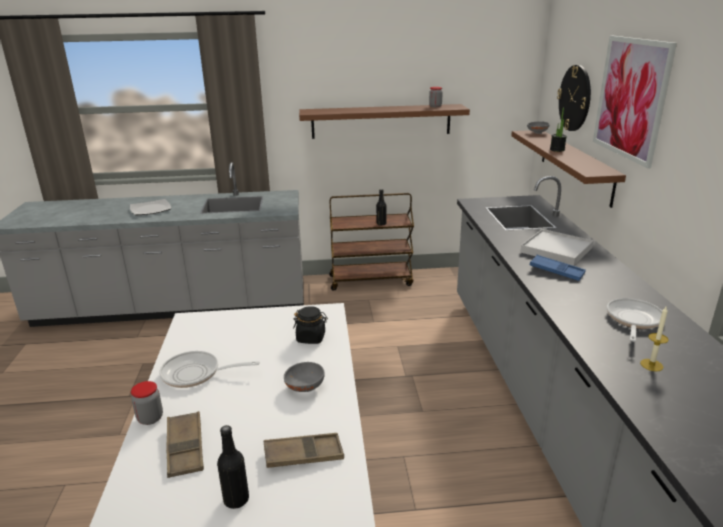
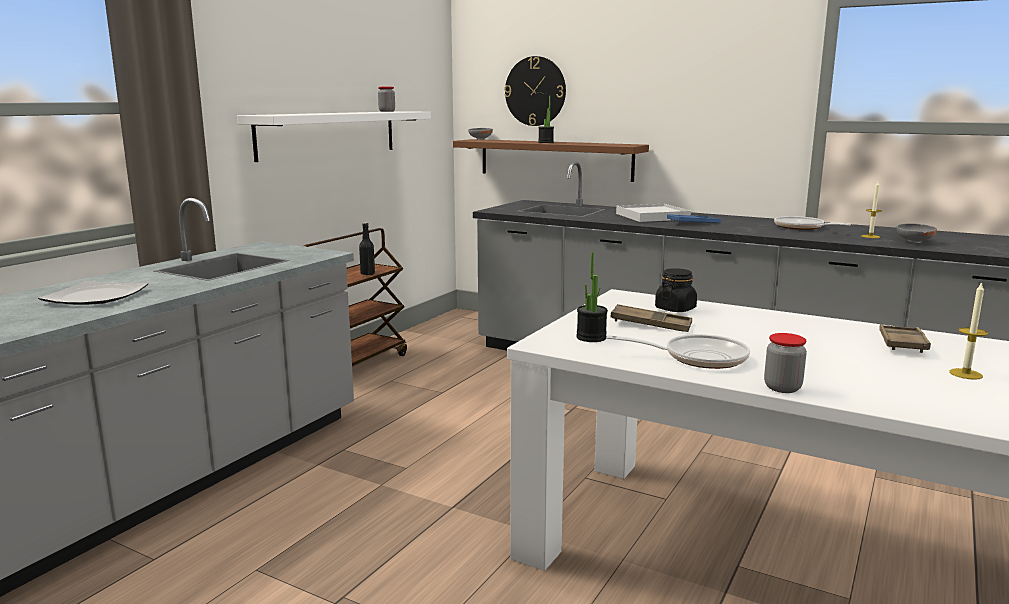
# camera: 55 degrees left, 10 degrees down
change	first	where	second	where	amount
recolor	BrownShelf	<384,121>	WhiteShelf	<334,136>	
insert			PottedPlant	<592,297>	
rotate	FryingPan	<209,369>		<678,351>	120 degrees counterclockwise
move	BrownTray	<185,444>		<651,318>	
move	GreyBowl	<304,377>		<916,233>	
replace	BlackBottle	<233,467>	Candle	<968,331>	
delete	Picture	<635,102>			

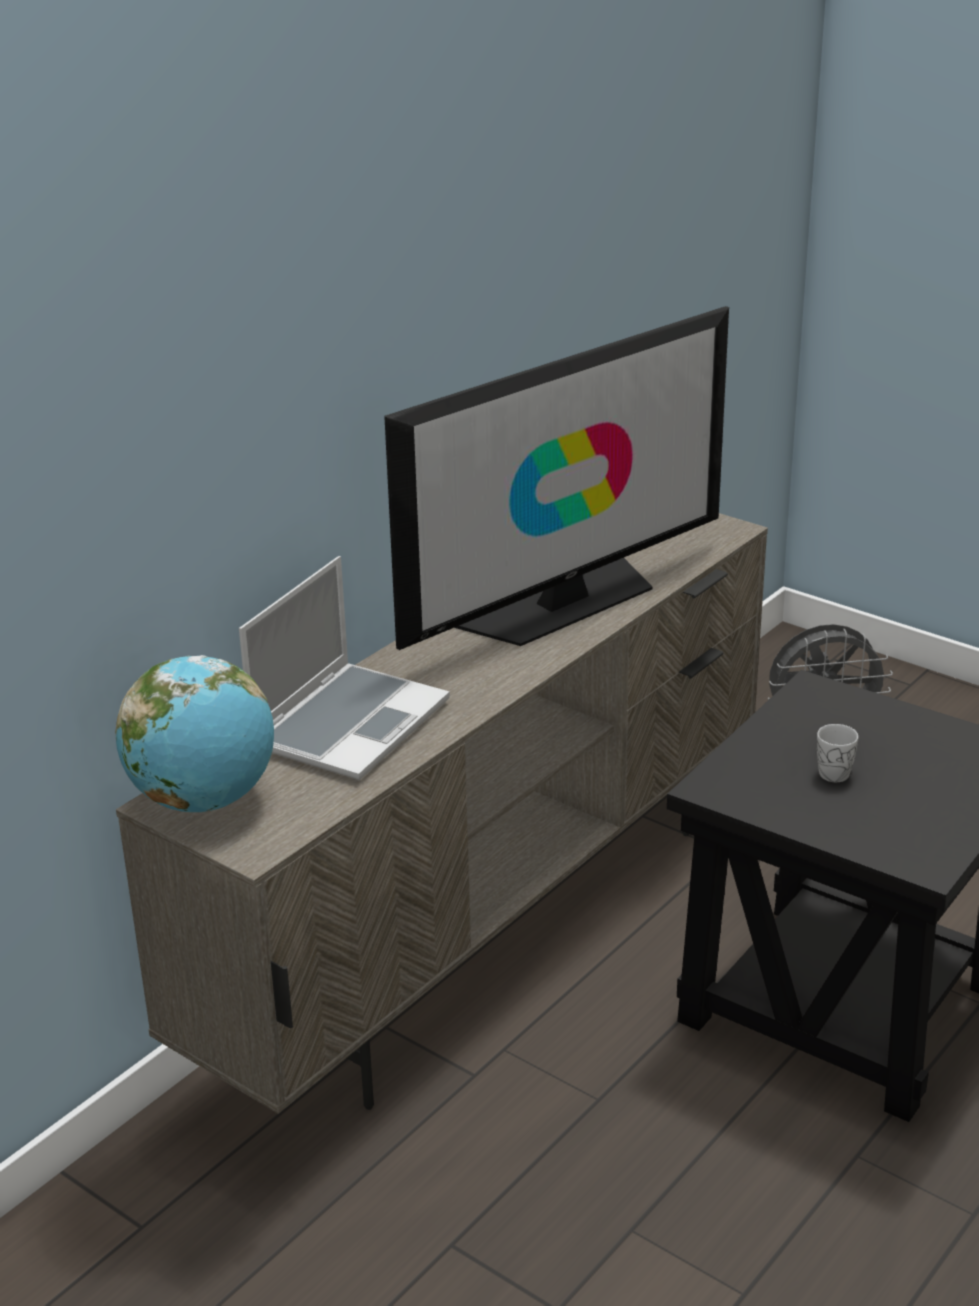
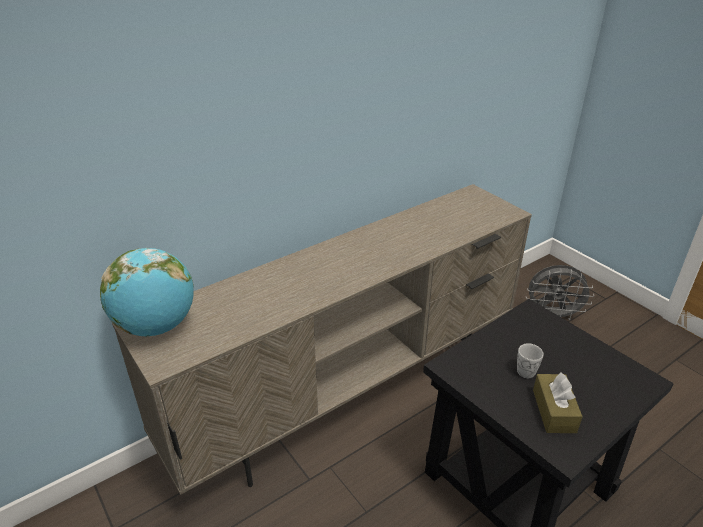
# camera: 15 degrees right, 5 degrees up
change	first	where	second	where	amount
insert			BrownTissueBox	<558,402>	
delete	Laptop	<344,668>			
delete	Television	<556,478>			

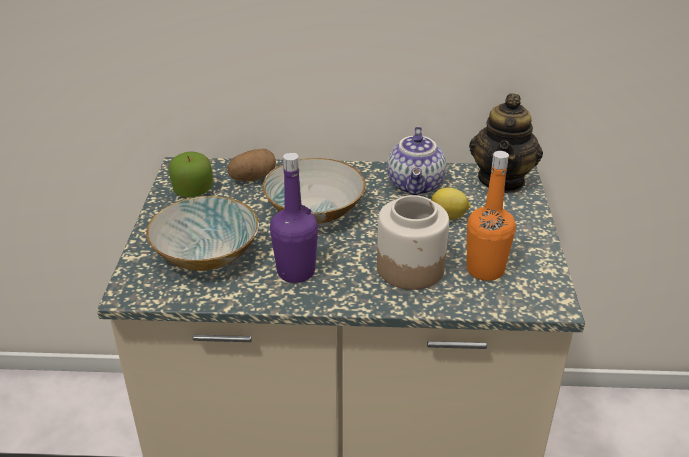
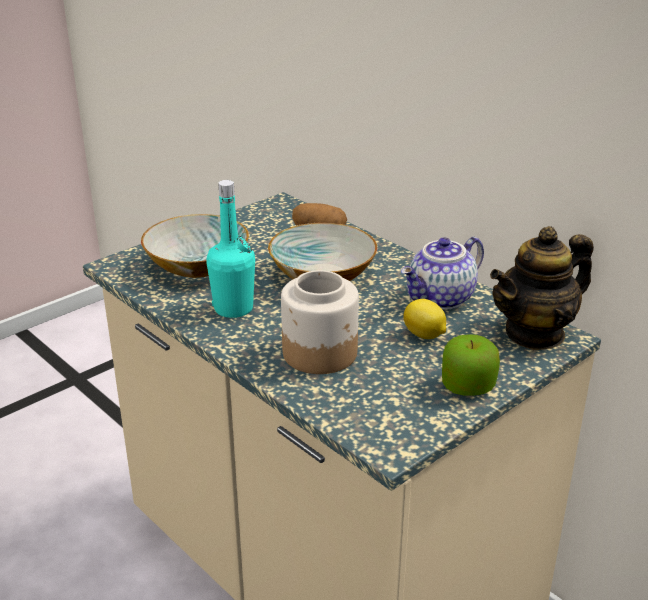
# camera: 45 degrees right, 5 degrees down
change	first	where	second	where	amount
recolor	PurpleBottle	<294,217>	TurquoiseBottle	<230,249>	
move	Apple	<191,174>		<471,365>	
delete	OrangeBottle	<491,216>			

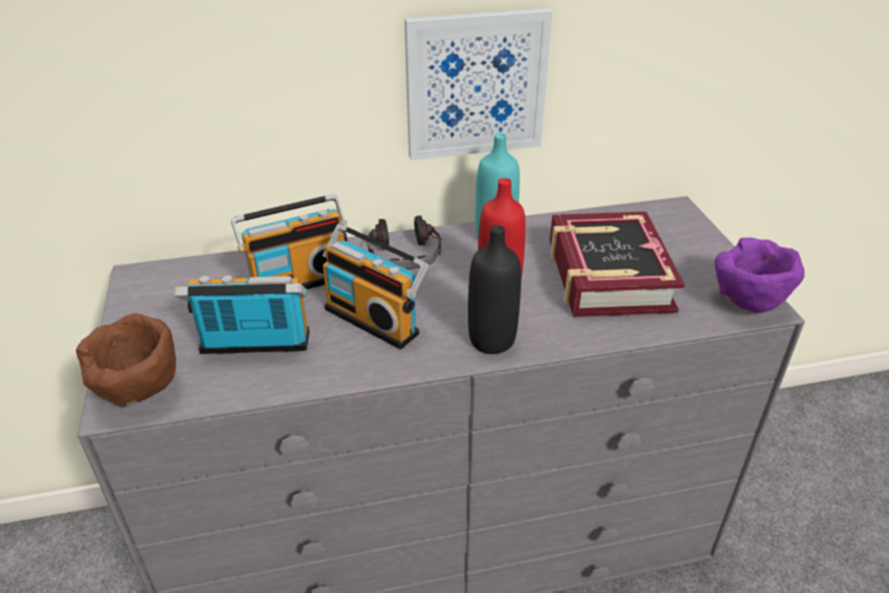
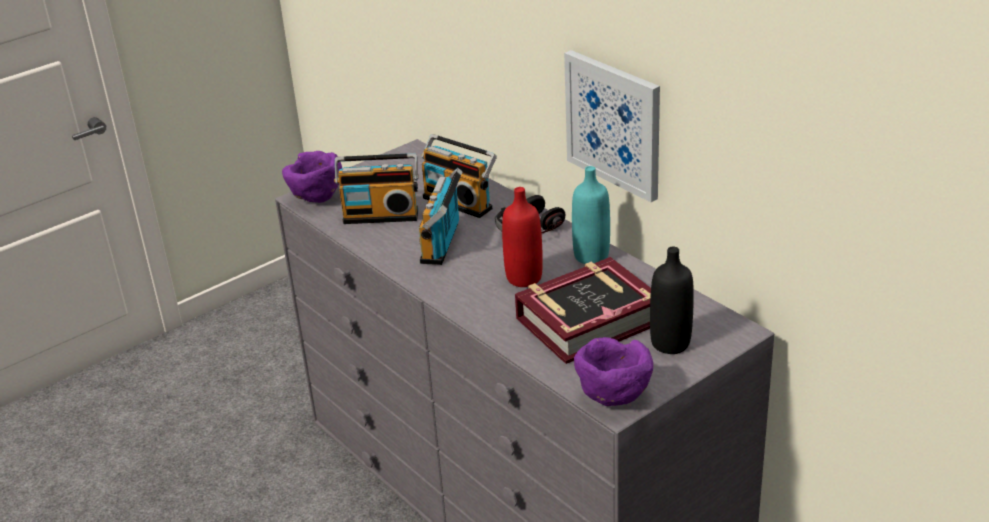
# camera: 65 degrees right, 5 degrees down
change	first	where	second	where	amount
recolor	BrownBowl	<126,360>	PurpleBowl	<312,177>	
rotate	Radio	<241,315>		<376,188>	120 degrees clockwise
move	BlackBottle	<494,289>		<672,300>	

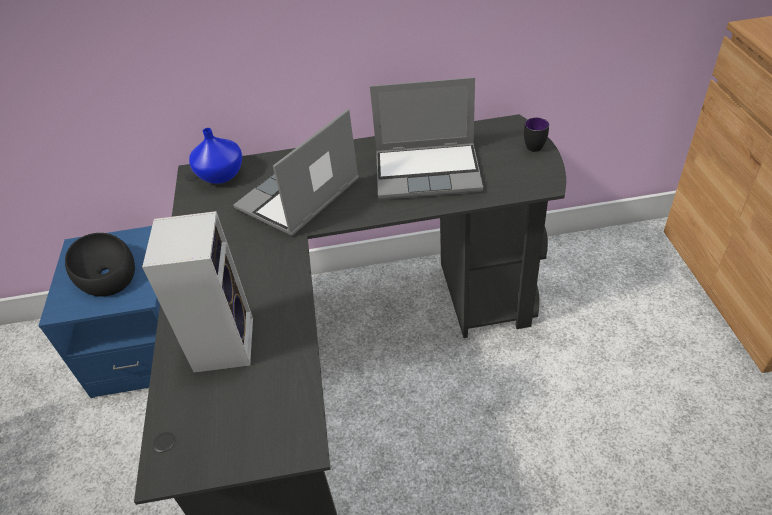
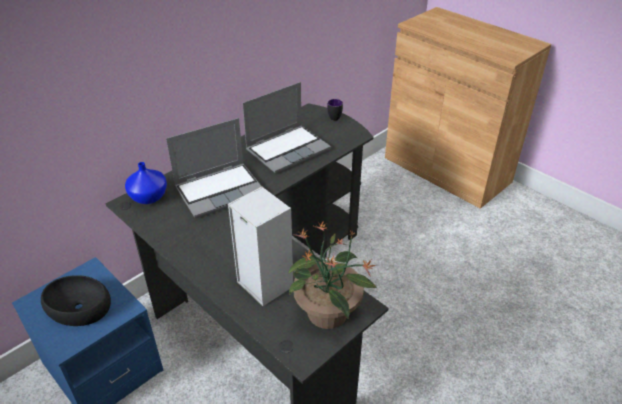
# camera: 40 degrees left, 5 degrees down
change	first	where	second	where	amount
rotate	Laptop	<296,172>		<214,168>	120 degrees counterclockwise
insert			PottedPlant	<332,275>	

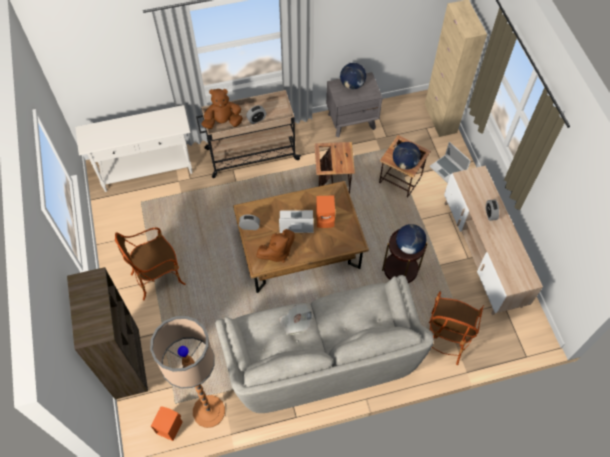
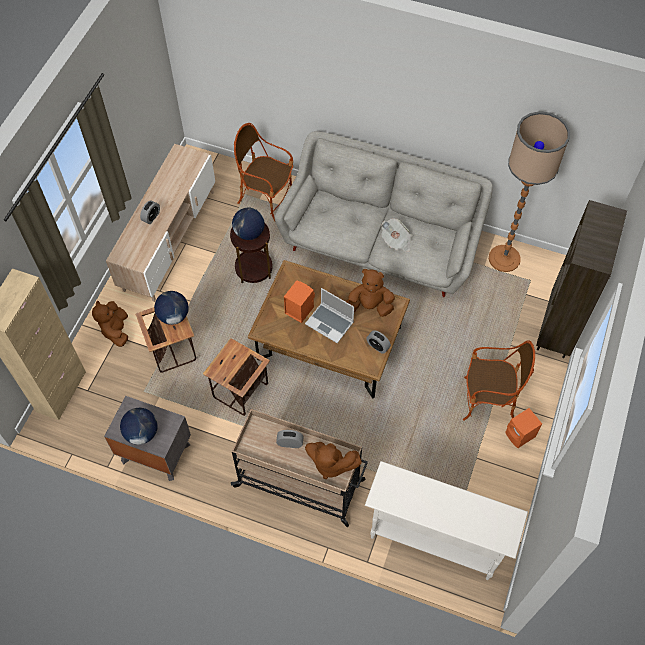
# camera: 145 degrees left, 0 degrees up
change	first	where	second	where	amount
replace	Laptop	<450,162>	BrownPlushToy	<110,324>	
rotate	Armchair	<456,328>		<263,172>	120 degrees counterclockwise
move	OrangeSpeaker	<167,424>		<523,428>	

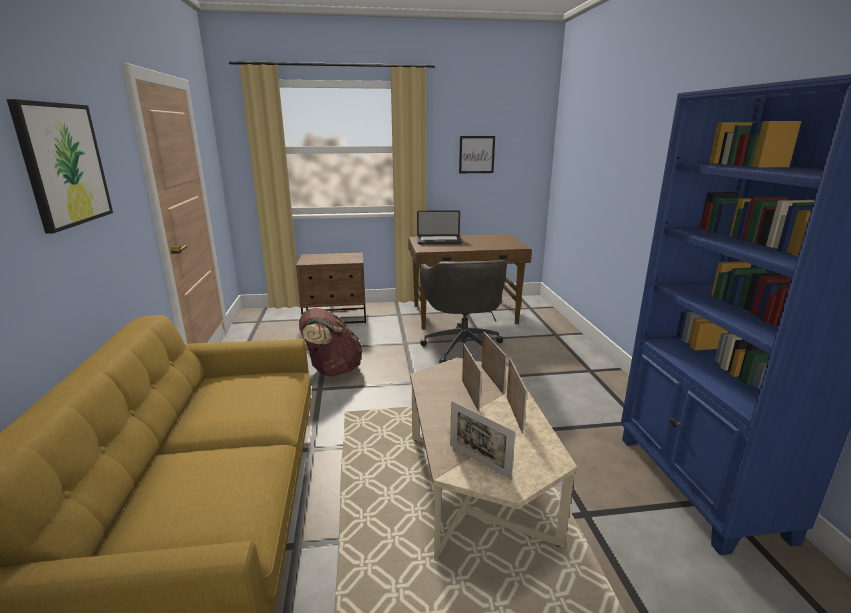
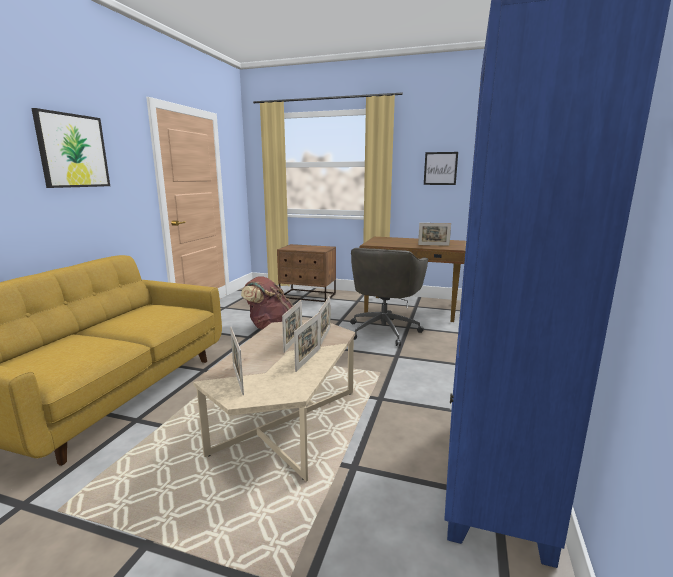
# camera: 25 degrees right, 5 degrees down
change	first	where	second	where	amount
insert			PictureFrame	<434,234>	
delete	Laptop	<439,227>			

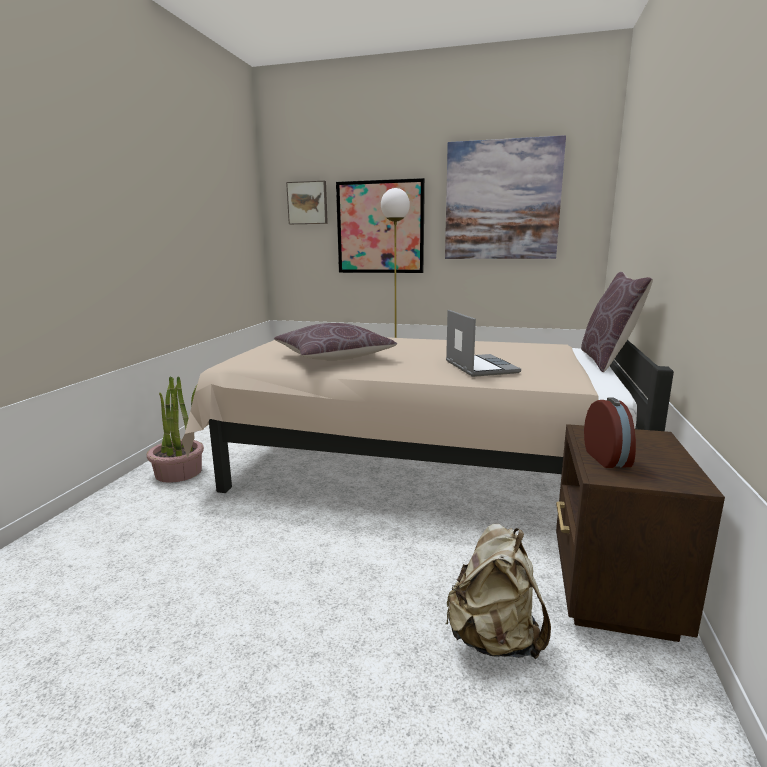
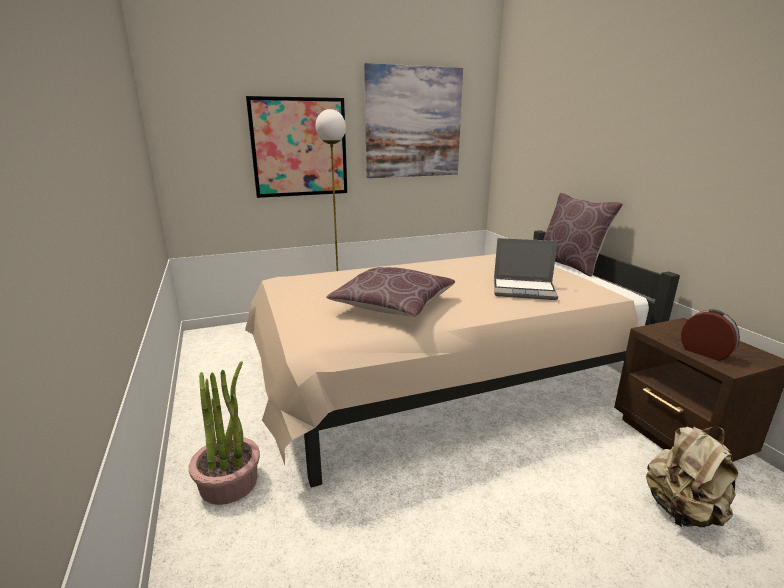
# camera: 35 degrees left, 5 degrees up
change	first	where	second	where	amount
rotate	Laptop	<483,343>		<526,269>	150 degrees clockwise
delete	Picture	<307,202>			

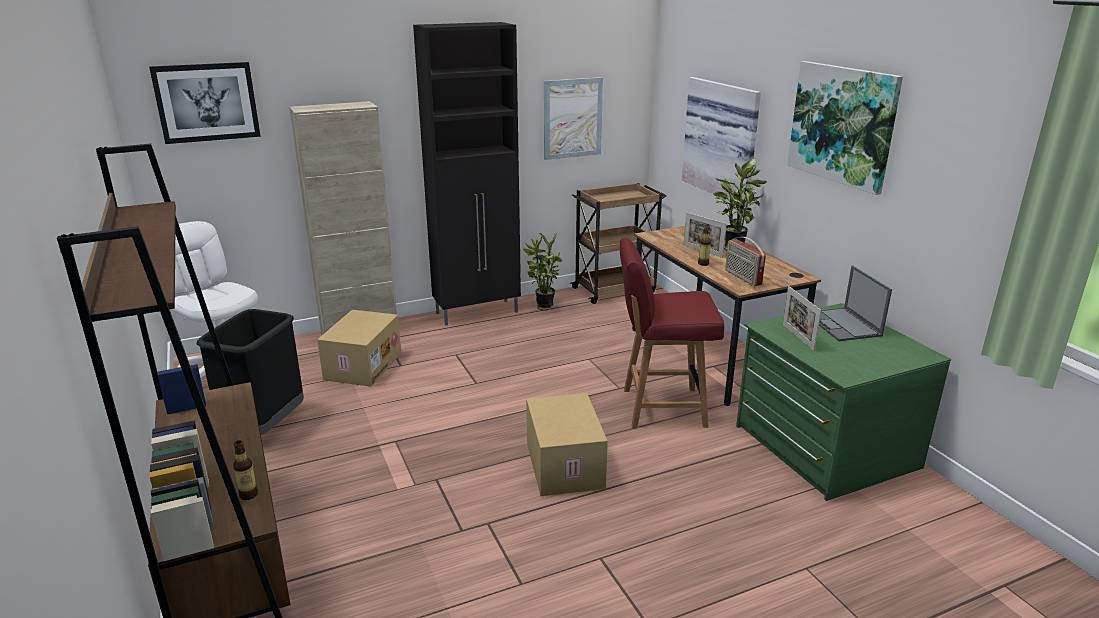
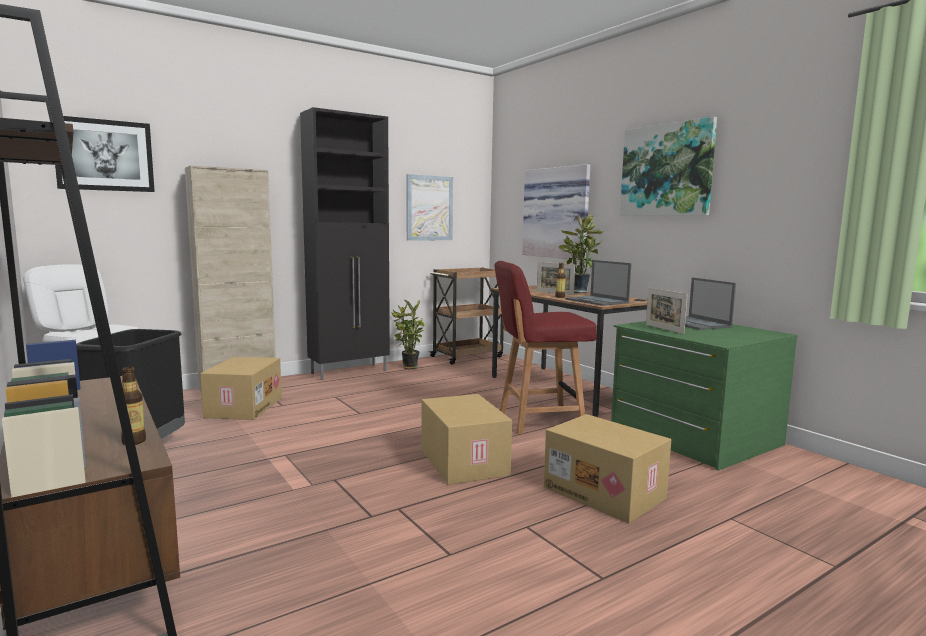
# camera: 10 degrees left, 15 degrees down
change	first	where	second	where	amount
insert			CardboardBox	<607,468>	
replace	Radio	<745,261>	Laptop	<598,283>	

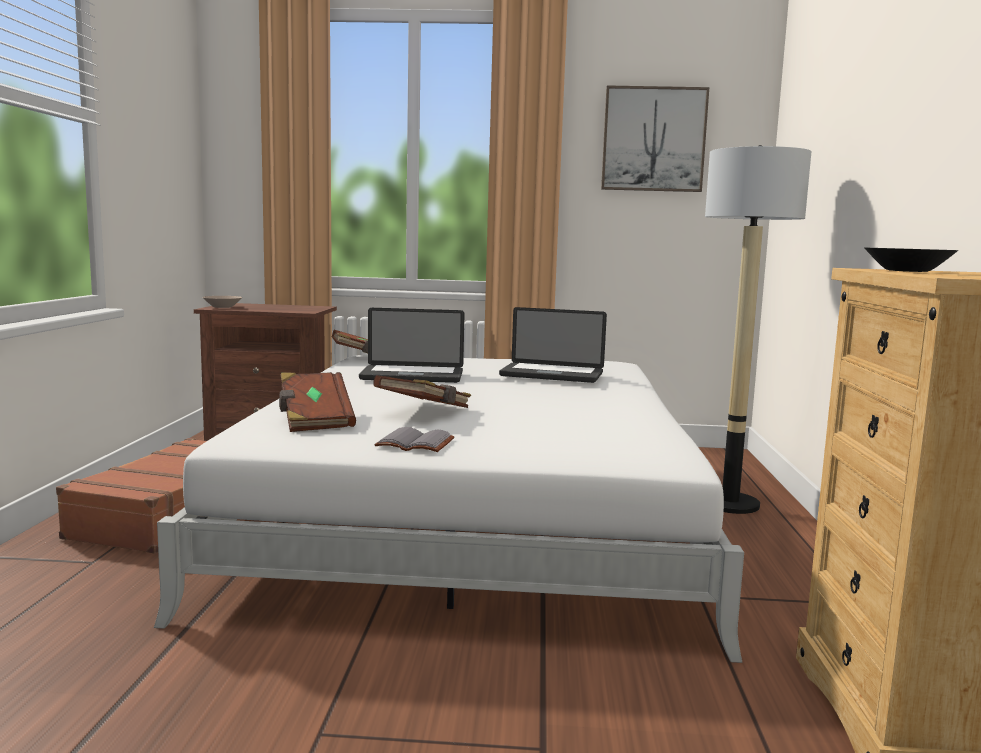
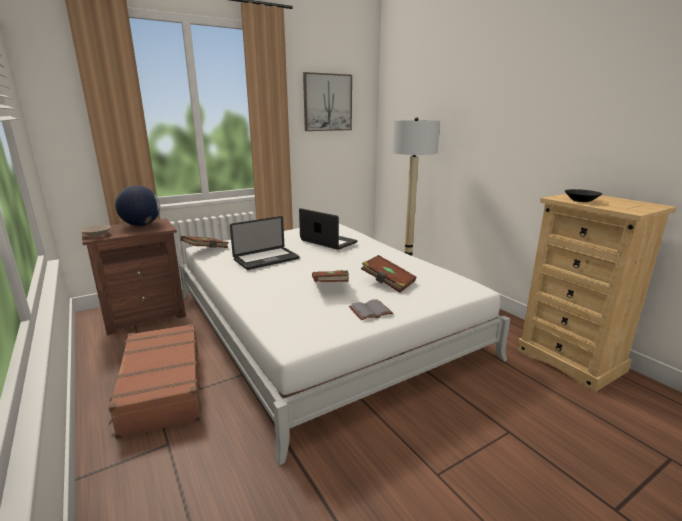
# camera: 35 degrees left, 10 degrees up
change	first	where	second	where	amount
insert			Globe	<137,205>	
rotate	Laptop	<553,345>		<328,229>	120 degrees counterclockwise
move	BrownBook	<317,402>		<388,274>	

